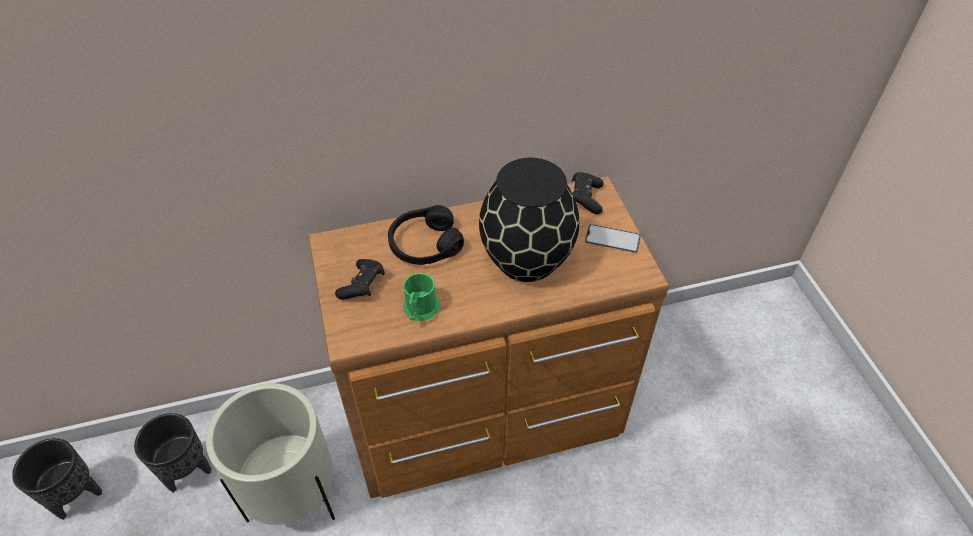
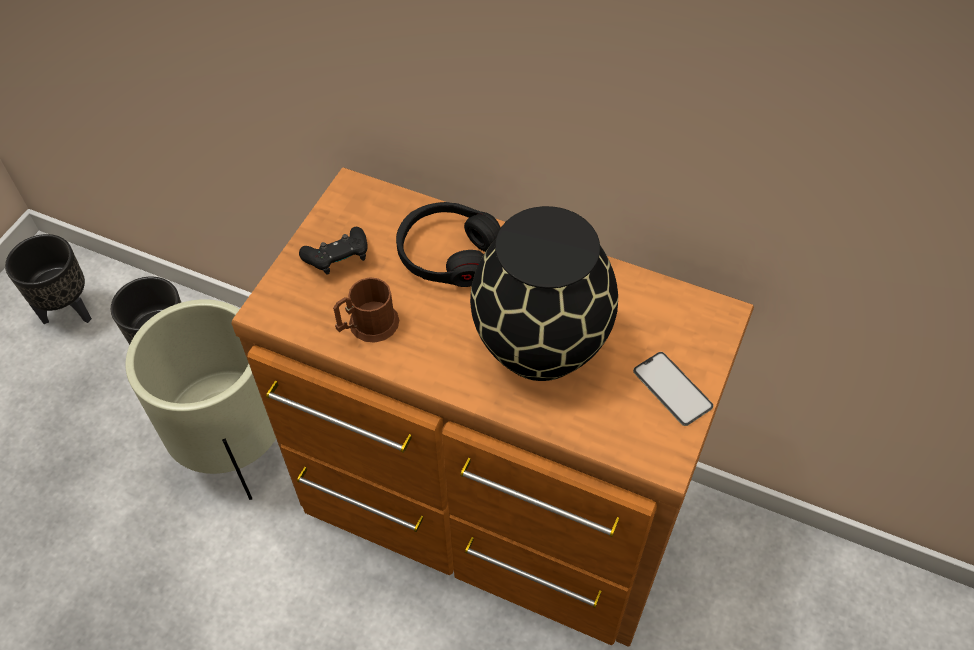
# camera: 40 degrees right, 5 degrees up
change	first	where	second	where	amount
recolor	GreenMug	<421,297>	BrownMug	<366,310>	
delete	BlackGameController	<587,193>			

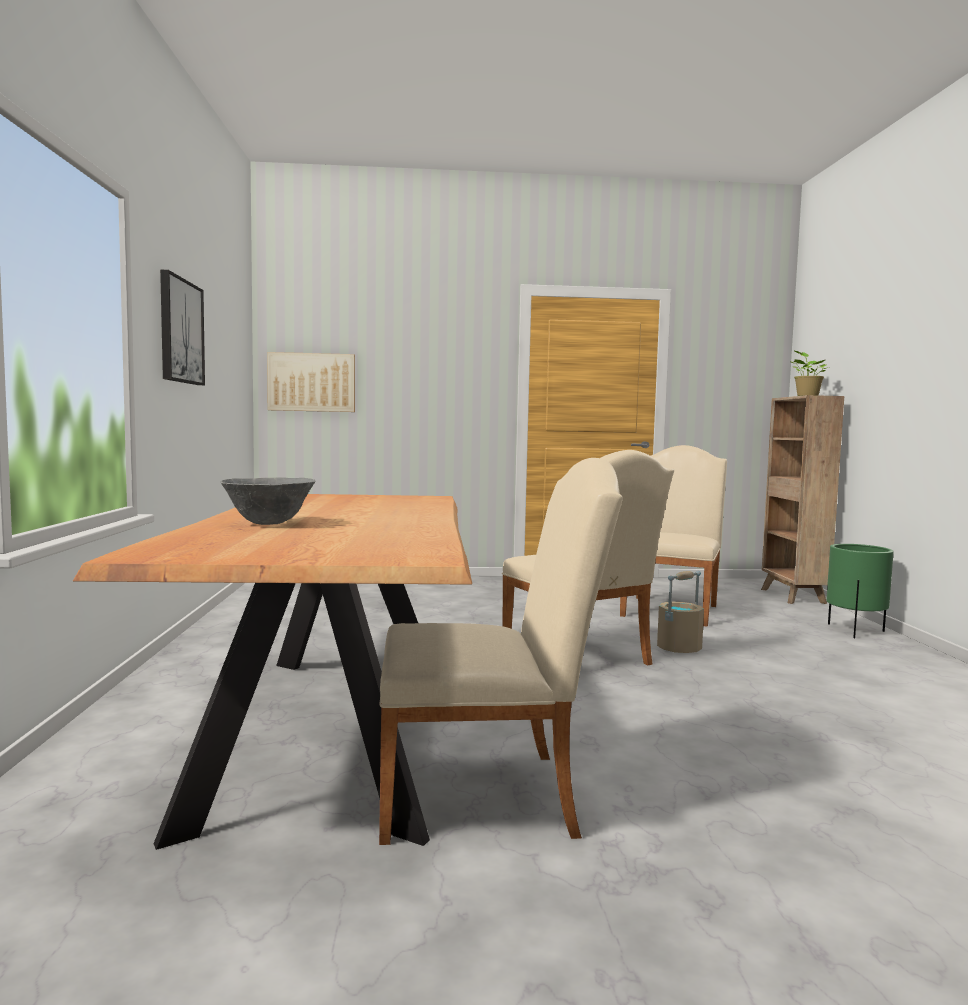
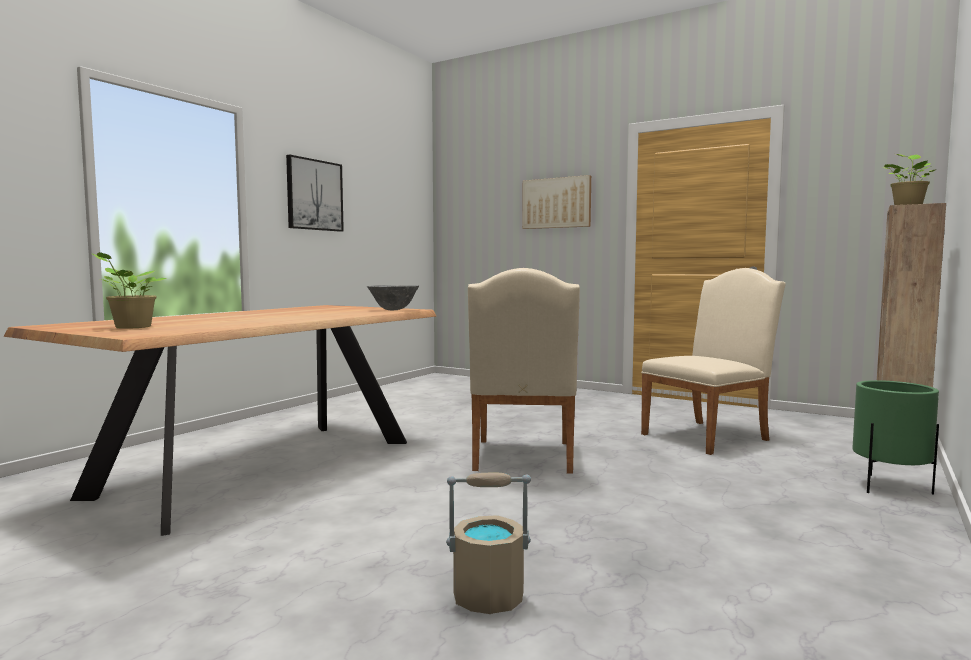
# camera: 35 degrees right, 0 degrees up
change	first	where	second	where	amount
insert			PottedPlant	<128,290>	
move	GreyBowl	<267,501>		<393,297>	
move	BeigeBucket	<680,612>		<488,543>	
move	Picture	<311,382>		<556,202>	
delete	BeigeChair	<501,651>			

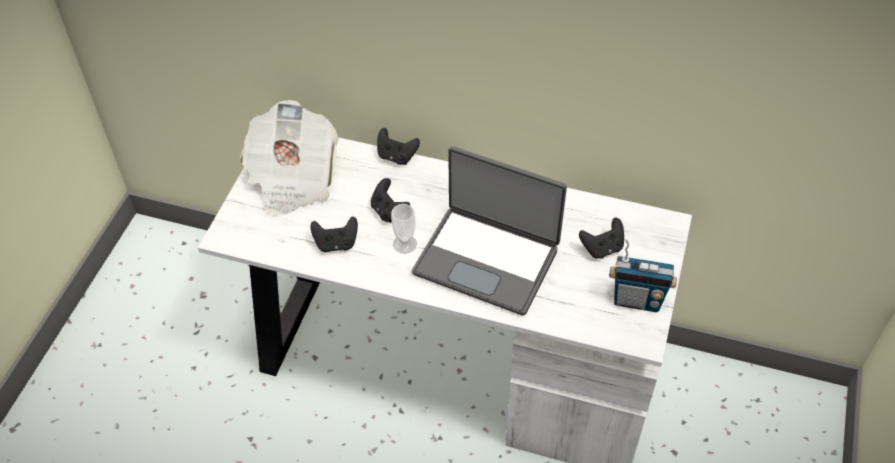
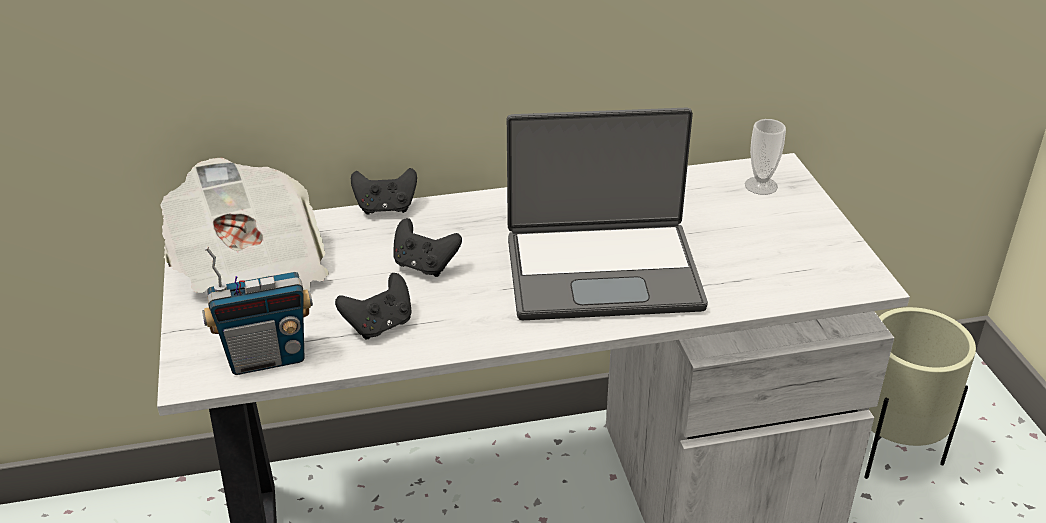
# camera: 30 degrees left, 15 degrees down
change	first	where	second	where	amount
move	Radio	<643,275>		<257,310>	
move	Cup	<404,229>		<765,157>	
insert			BeigePlanter	<920,393>	
delete	BlackGameController	<601,238>			

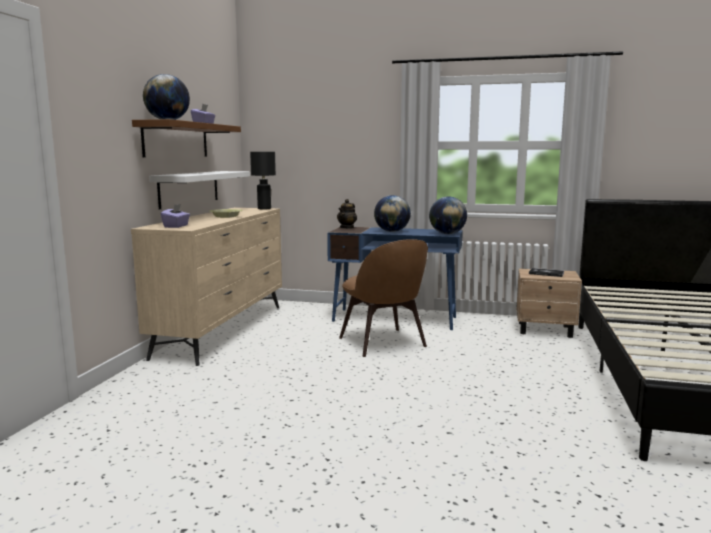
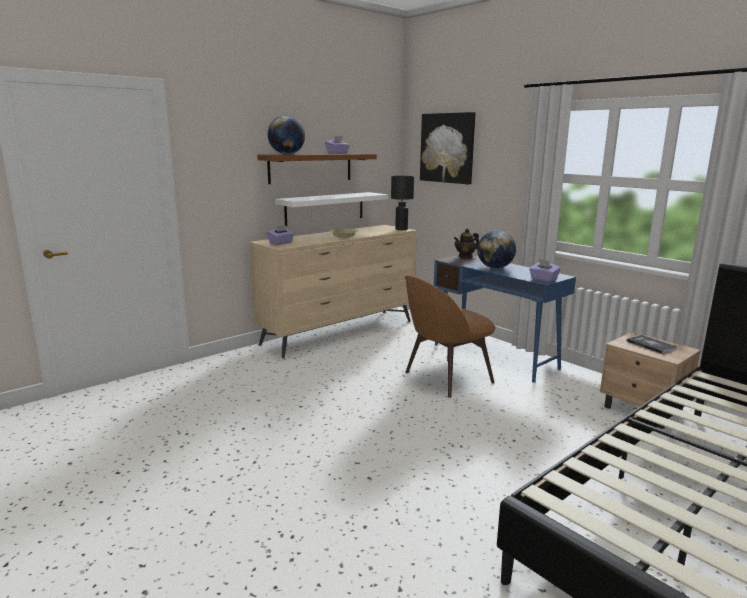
# camera: 35 degrees right, 5 degrees up
change	first	where	second	where	amount
rotate	BrownChair	<383,298>		<450,337>	45 degrees clockwise
insert			Picture	<448,148>	
replace	Globe	<448,215>	PurpleTissueBox	<545,270>	

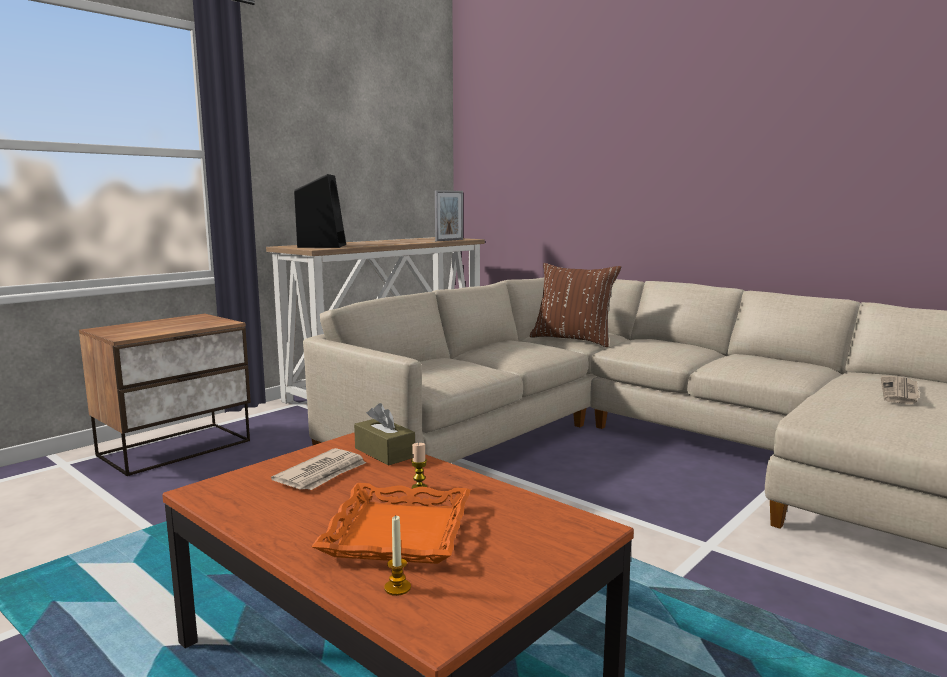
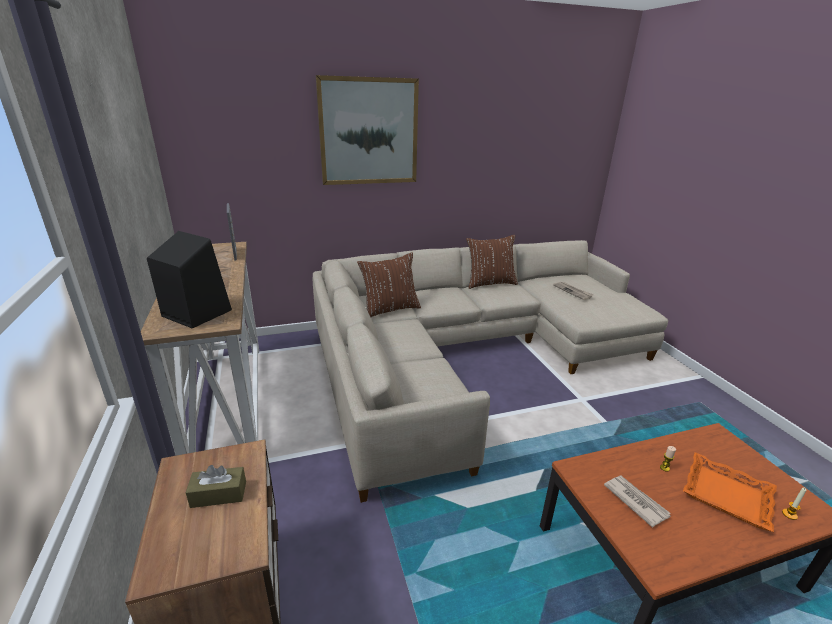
# camera: 60 degrees left, 15 degrees up
change	first	where	second	where	amount
move	BrownTissueBox	<384,434>		<216,486>	
insert			Picture	<367,130>	
insert			BrownPillow	<492,262>	

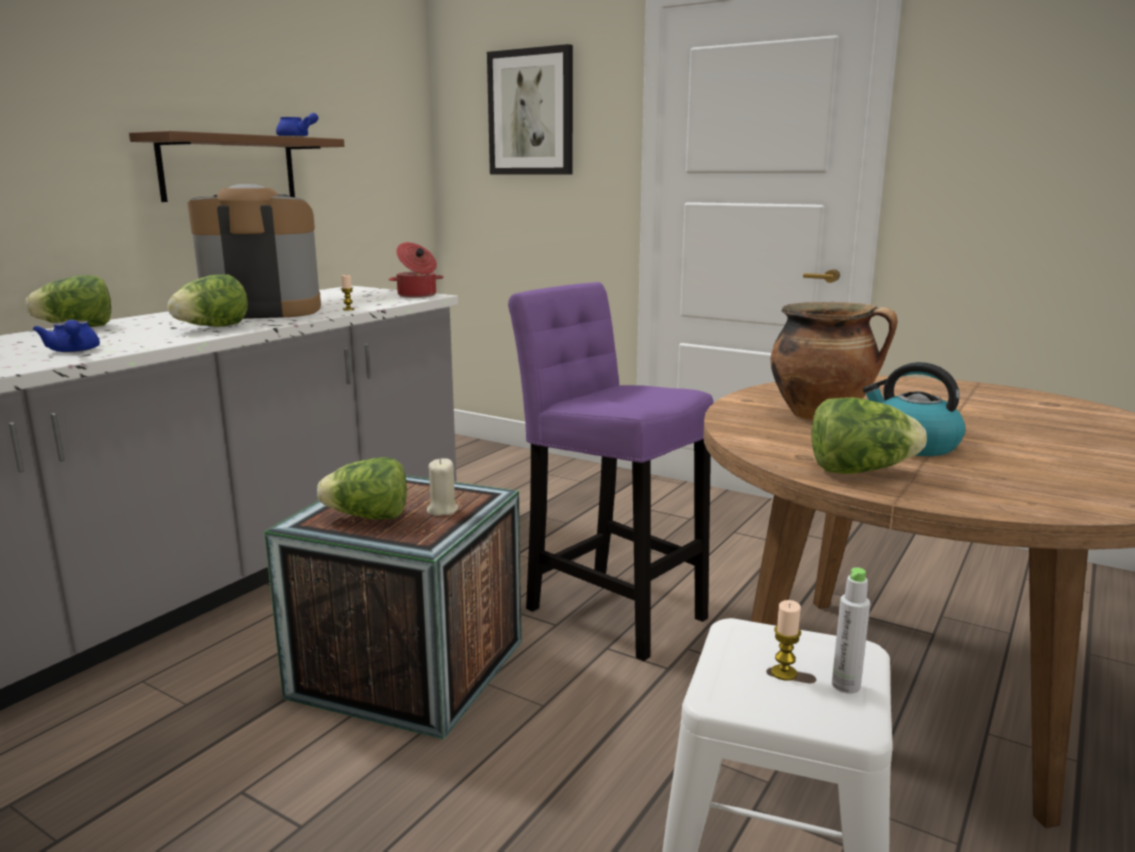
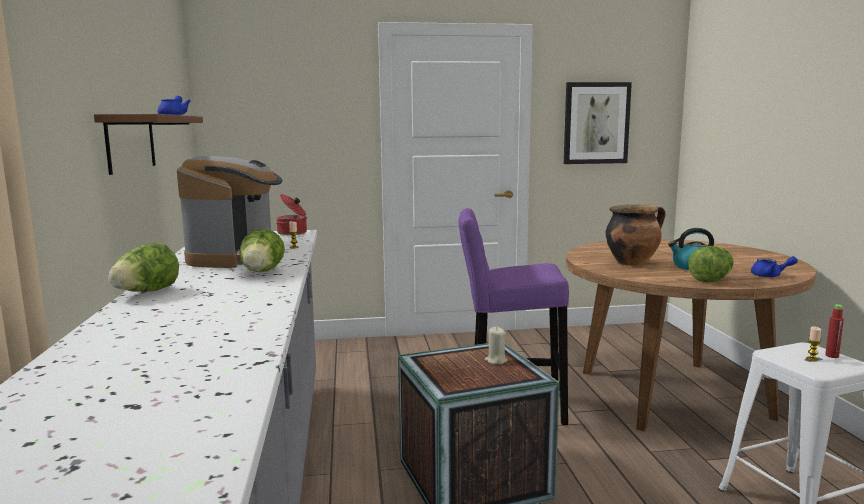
# camera: 40 degrees left, 5 degrees down
change	first	where	second	where	amount
rotate	CoffeeMachine	<254,251>		<229,212>	150 degrees clockwise
move	Picture	<530,109>		<598,123>	
move	BlueTeapot	<66,336>		<774,266>	
recolor	GreyBottle	<851,631>	RedBottle	<834,331>	
delete	Lettuce	<362,488>			

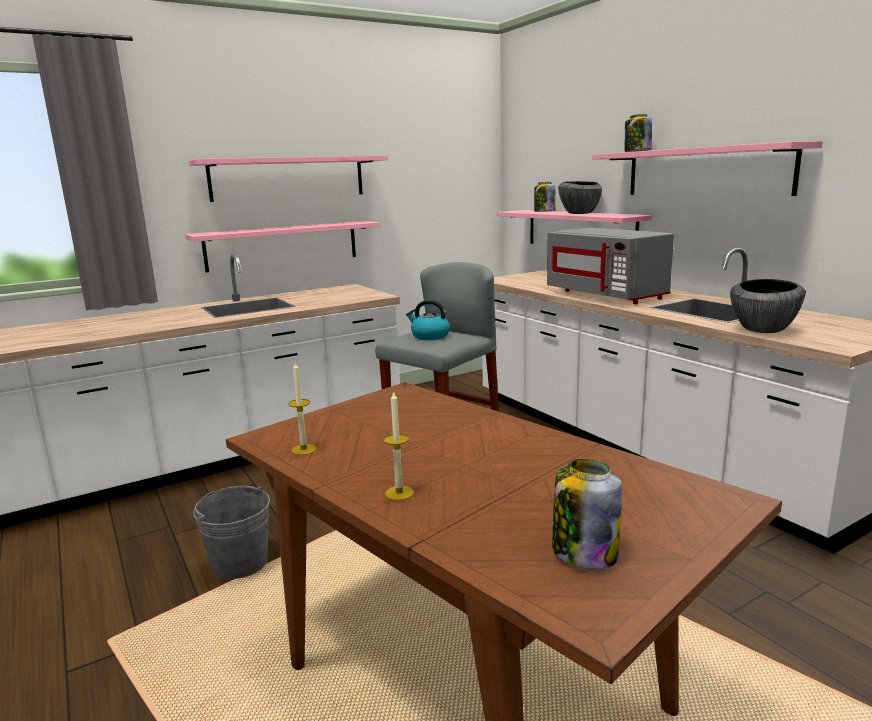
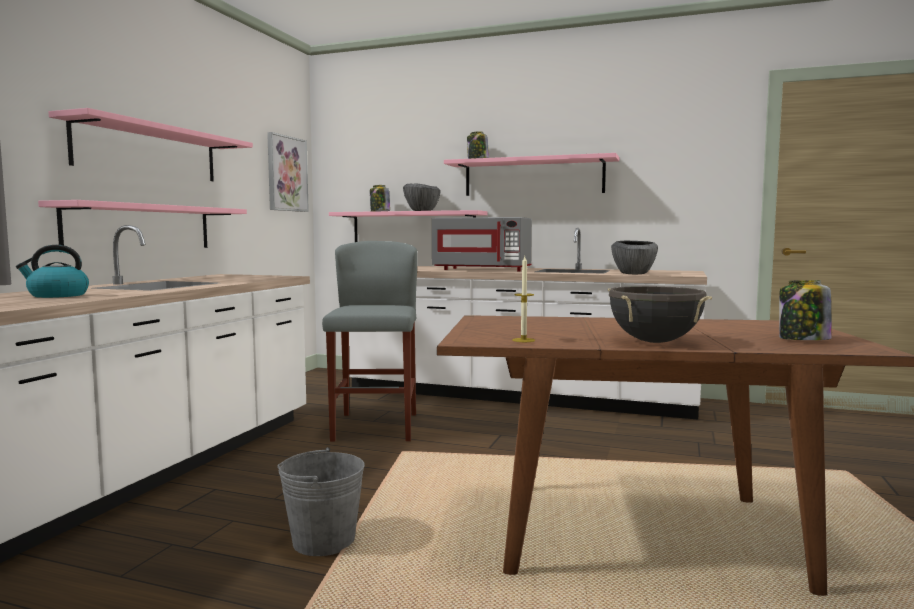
# camera: 40 degrees left, 10 degrees down
change	first	where	second	where	amount
move	Kettle	<428,320>		<52,271>	
insert			Picture	<288,172>	
replace	Candle	<399,445>	BlackCookingPot	<660,314>	

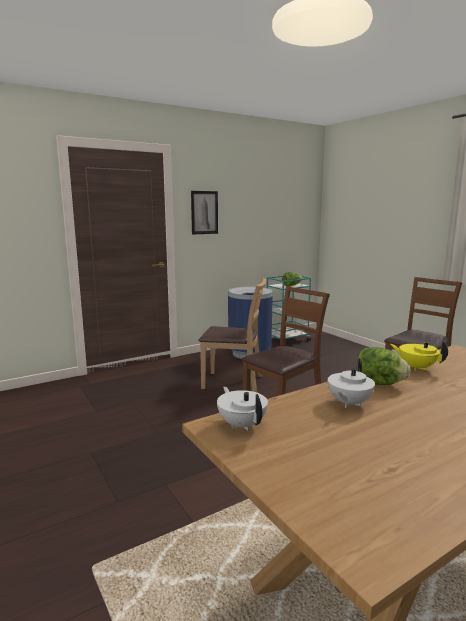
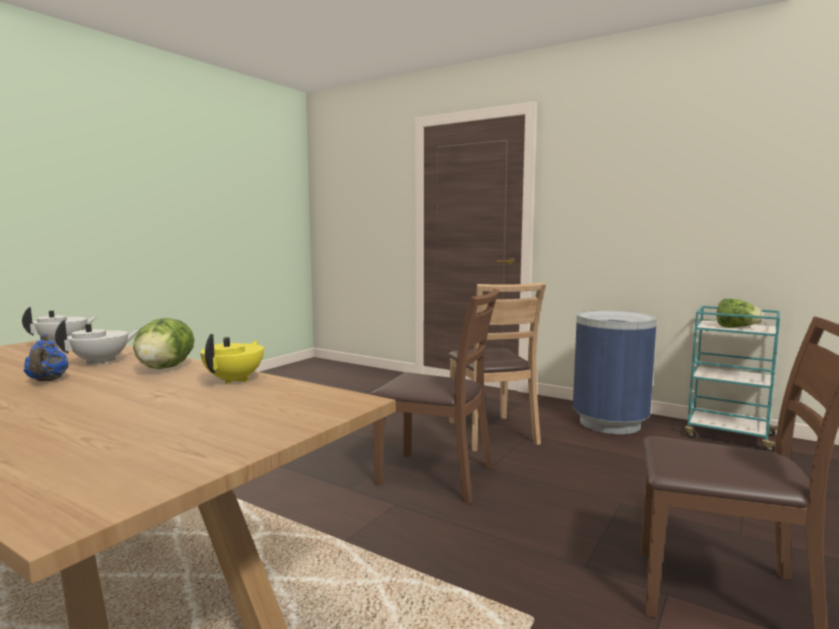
# camera: 65 degrees right, 5 degrees down
change	first	where	second	where	amount
insert			BlueTeapot	<46,357>	
rotate	WhiteTeapot	<351,383>		<97,342>	120 degrees clockwise
delete	Picture	<204,213>			

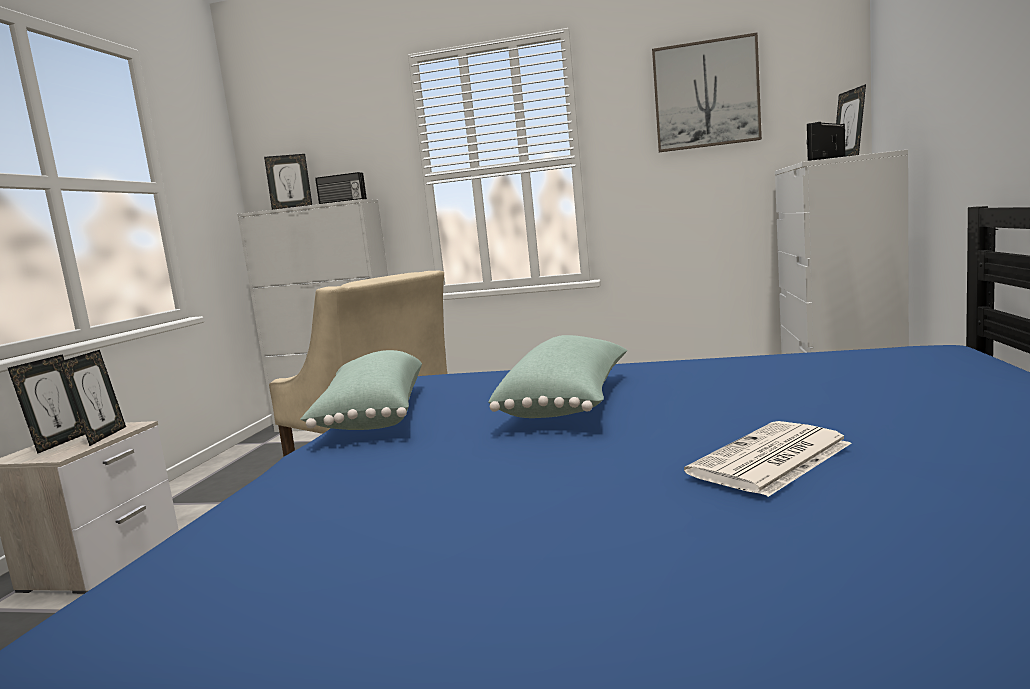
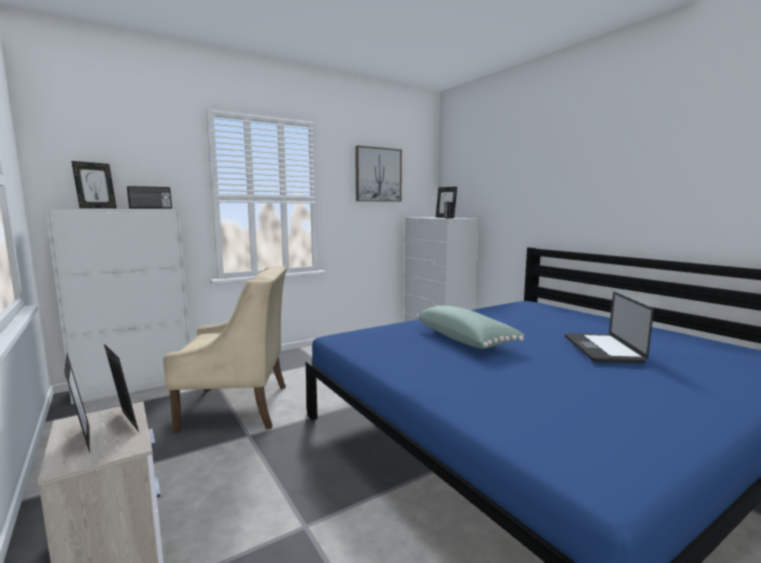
# camera: 45 degrees left, 0 degrees up
change	first	where	second	where	amount
replace	Newspaper	<768,459>	Laptop	<609,327>	
delete	GreenPillow	<361,390>			

